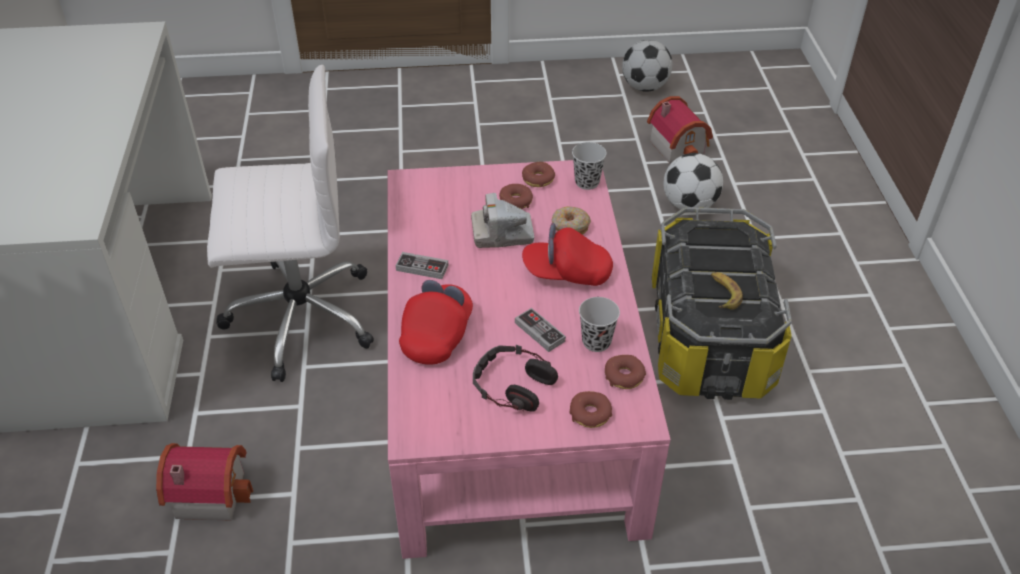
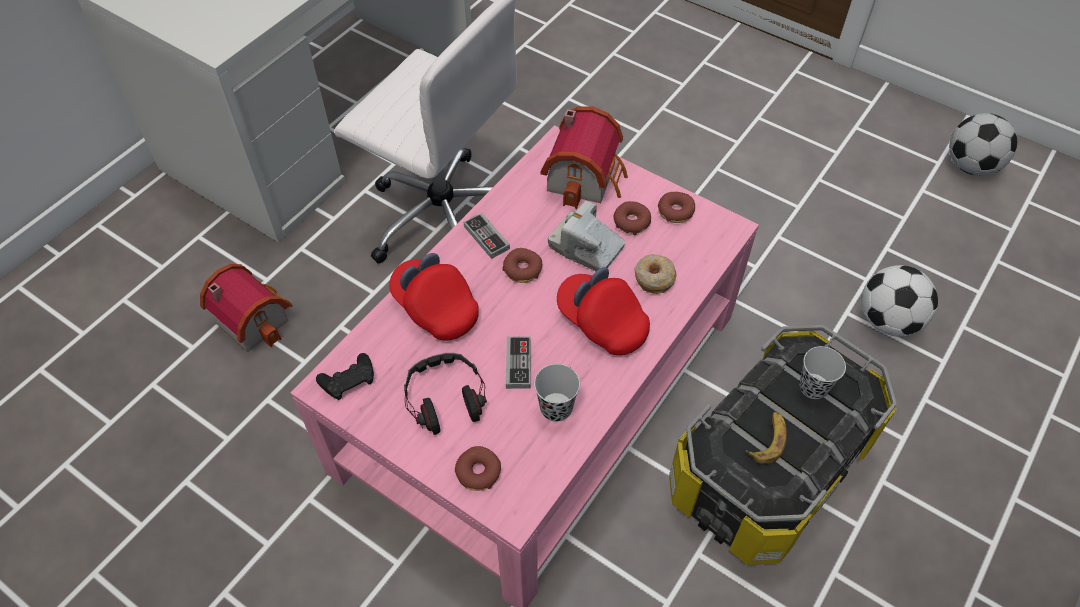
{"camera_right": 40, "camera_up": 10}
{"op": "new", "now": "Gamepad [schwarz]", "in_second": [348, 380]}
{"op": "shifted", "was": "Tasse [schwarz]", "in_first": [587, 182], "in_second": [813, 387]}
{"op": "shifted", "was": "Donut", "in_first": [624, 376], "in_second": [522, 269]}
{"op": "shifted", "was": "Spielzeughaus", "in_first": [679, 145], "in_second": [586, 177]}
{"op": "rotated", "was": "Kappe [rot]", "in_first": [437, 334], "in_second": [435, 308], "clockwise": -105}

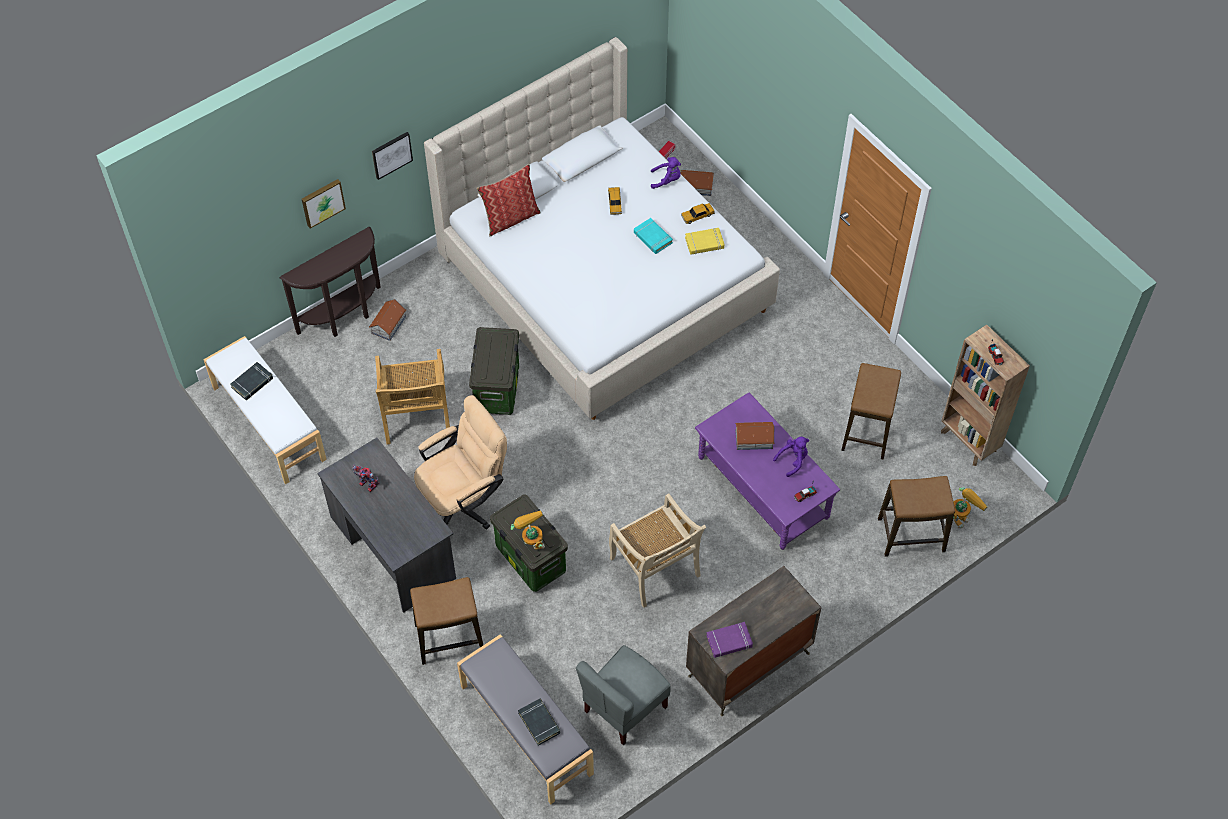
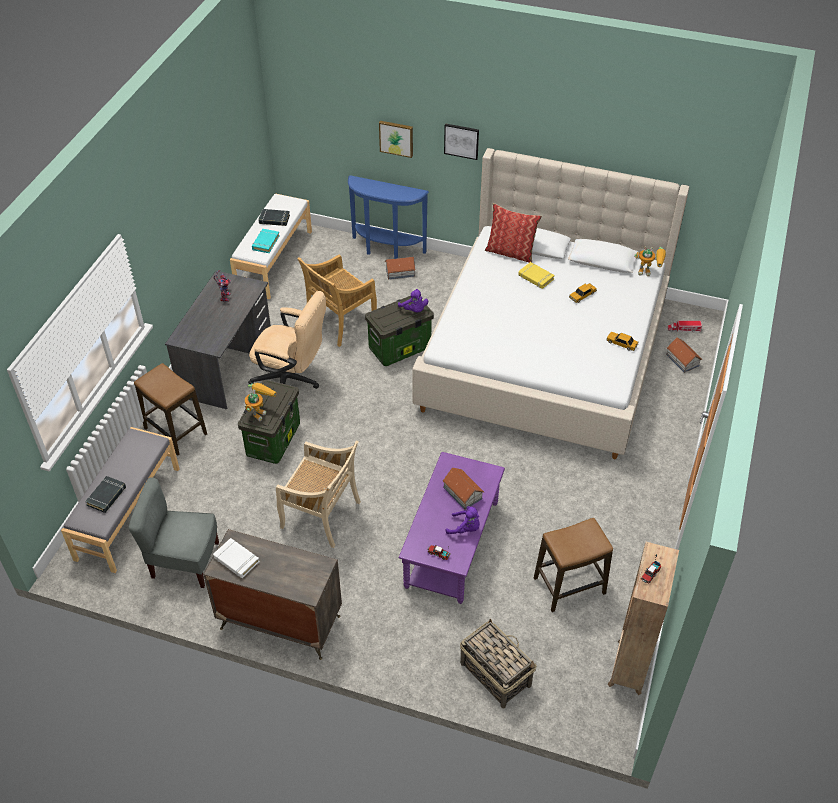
{"camera_right": 55, "camera_up": -10}
{"op": "shifted", "was": "Buch [türkis]", "in_first": [652, 238], "in_second": [265, 243]}
{"op": "shifted", "was": "Plüschtier [lila]", "in_first": [667, 180], "in_second": [414, 310]}
{"op": "shifted", "was": "Buch [gelb]", "in_first": [704, 243], "in_second": [535, 277]}
{"op": "shifted", "was": "Spielzeugroboter", "in_first": [962, 516], "in_second": [649, 272]}
{"op": "swapped", "was": "Hocker", "now": "Korb", "in_first": [911, 535], "in_second": [495, 673]}
{"op": "repainted", "was": "Konsolentisch [braun]", "now": "Konsolentisch [blau]", "in_first": [344, 317], "in_second": [386, 250]}
{"op": "repainted", "was": "Buch [lila]", "now": "Buch [weiß]", "in_first": [729, 641], "in_second": [236, 560]}
{"op": "rotated", "was": "Stuhl [beige]", "in_first": [655, 569], "in_second": [322, 516], "clockwise": -90}

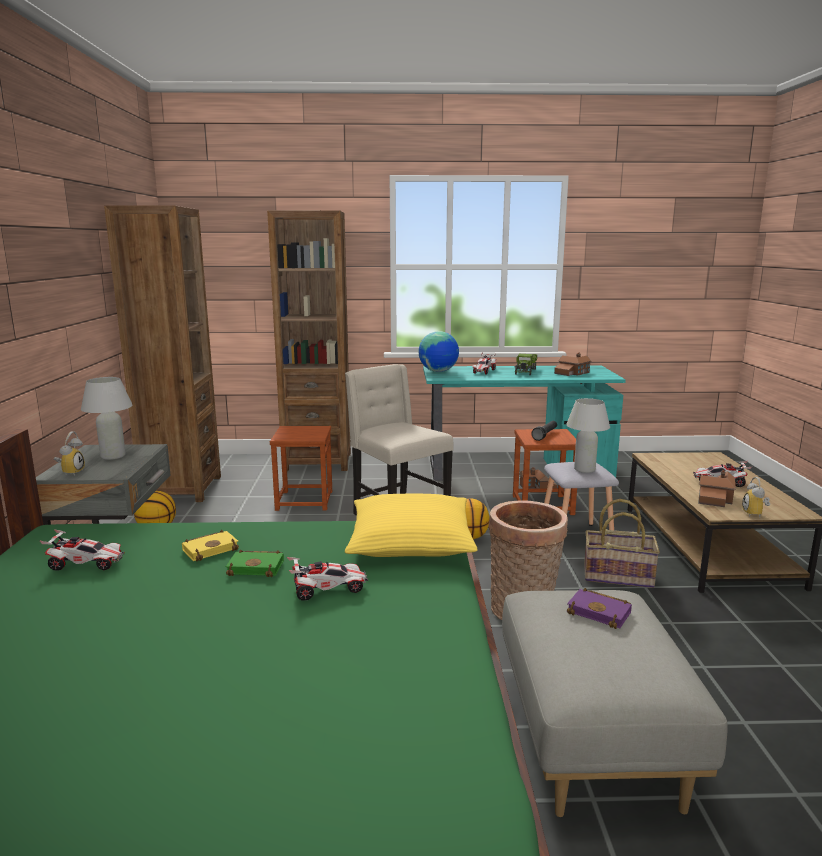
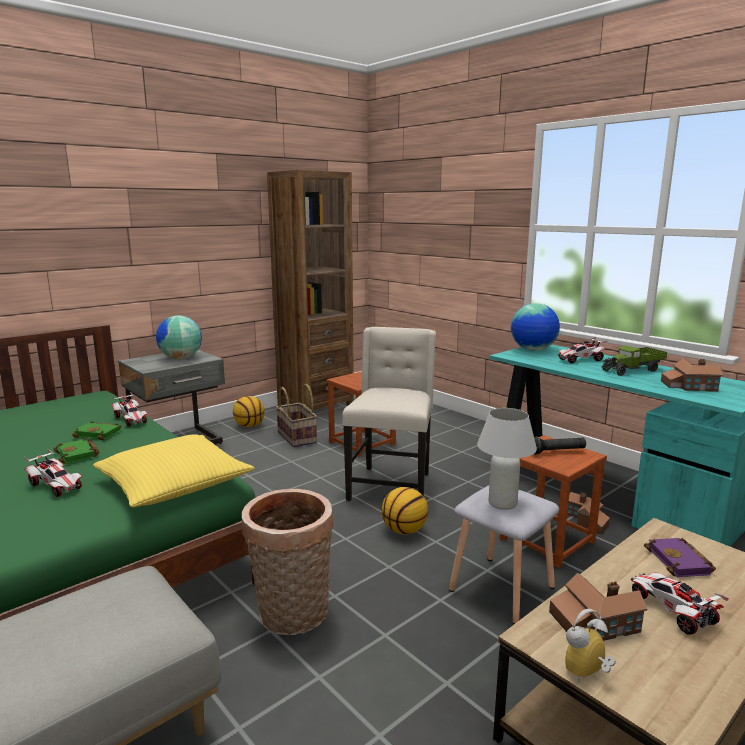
{"camera_right": 50, "camera_up": 0}
{"op": "gone", "was": "Wecker", "in_first": [71, 472]}
{"op": "gone", "was": "Bücherregal [braun]", "in_first": [317, 462]}
{"op": "shifted", "was": "Spielzeugauto", "in_first": [86, 564], "in_second": [131, 420]}
{"op": "shifted", "was": "Buch [lila]", "in_first": [601, 612], "in_second": [681, 562]}
{"op": "shifted", "was": "Korb", "in_first": [618, 575], "in_second": [297, 437]}
{"op": "swapped", "was": "Tischlampe [weiß]", "now": "Globus", "in_first": [113, 456], "in_second": [180, 358]}
{"op": "repainted", "was": "Buch [gelb]", "now": "Buch [grün]", "in_first": [211, 549], "in_second": [99, 434]}

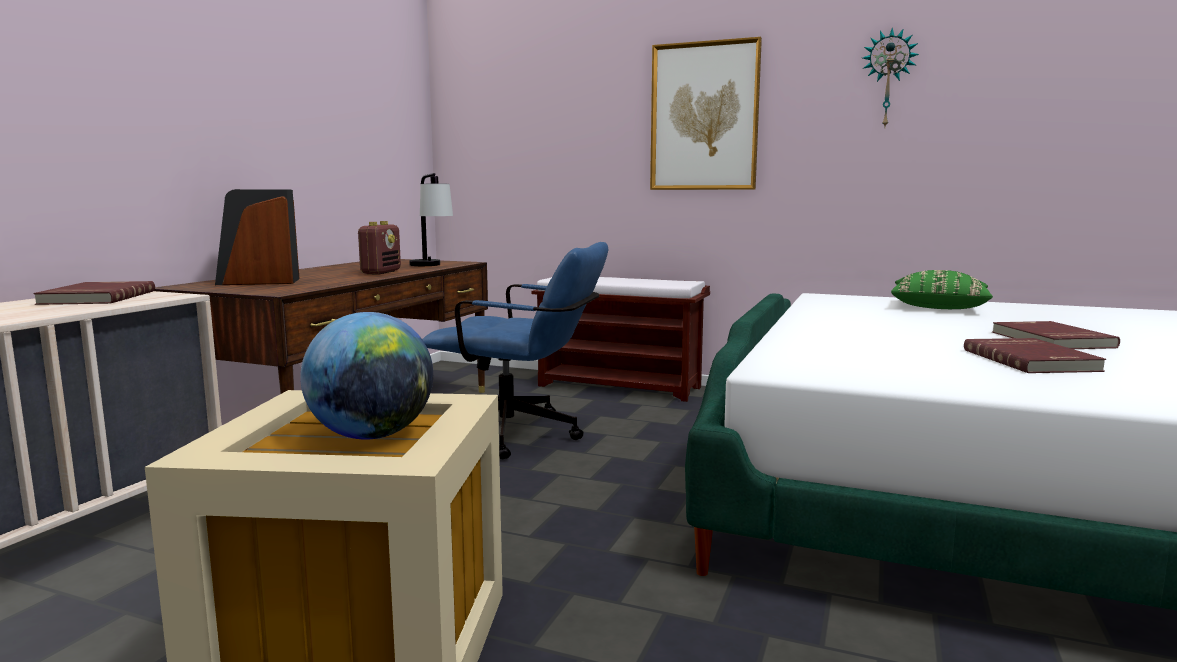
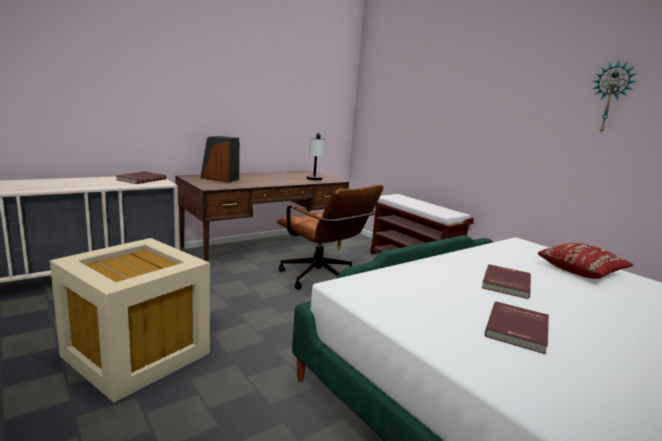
{"camera_right": 30, "camera_up": 5}
{"op": "gone", "was": "Globus", "in_first": [372, 436]}
{"op": "gone", "was": "Radio", "in_first": [381, 272]}
{"op": "gone", "was": "Bild", "in_first": [704, 117]}
{"op": "shifted", "was": "Buch [rot]", "in_first": [1049, 340], "in_second": [505, 283]}
{"op": "repainted", "was": "Bürostuhl [blau]", "now": "Bürostuhl [braun]", "in_first": [521, 436], "in_second": [322, 279]}
{"op": "repainted", "was": "Kissen [grün]", "now": "Kissen [rot]", "in_first": [938, 307], "in_second": [581, 271]}

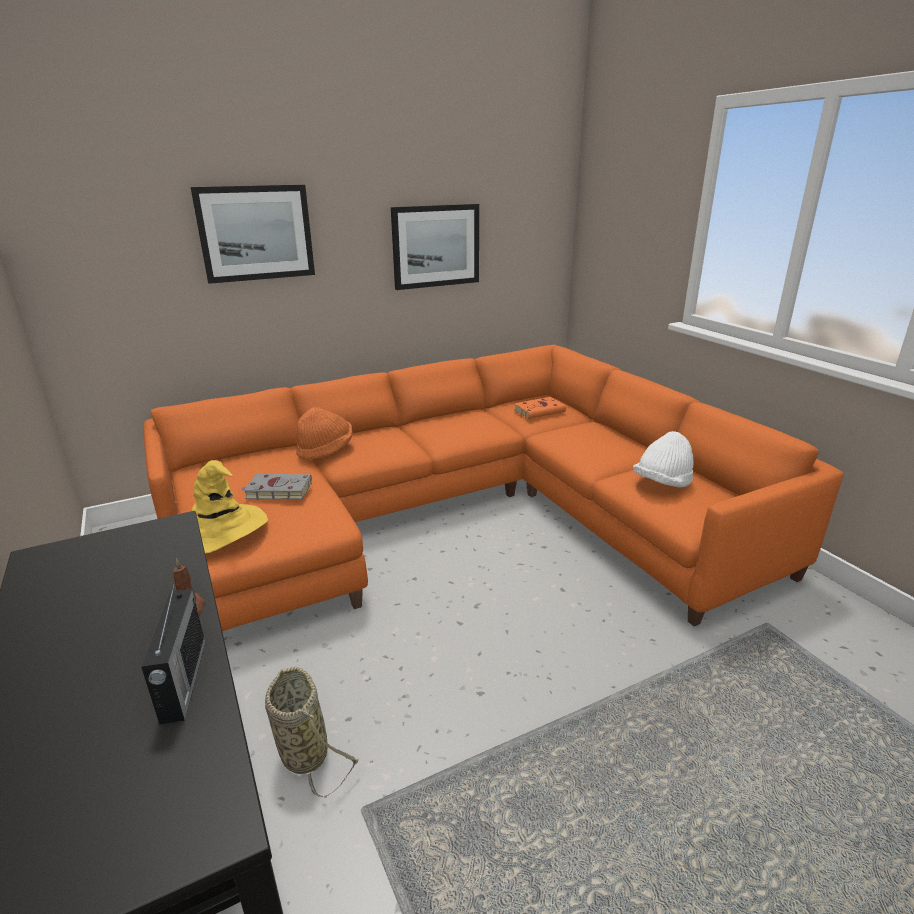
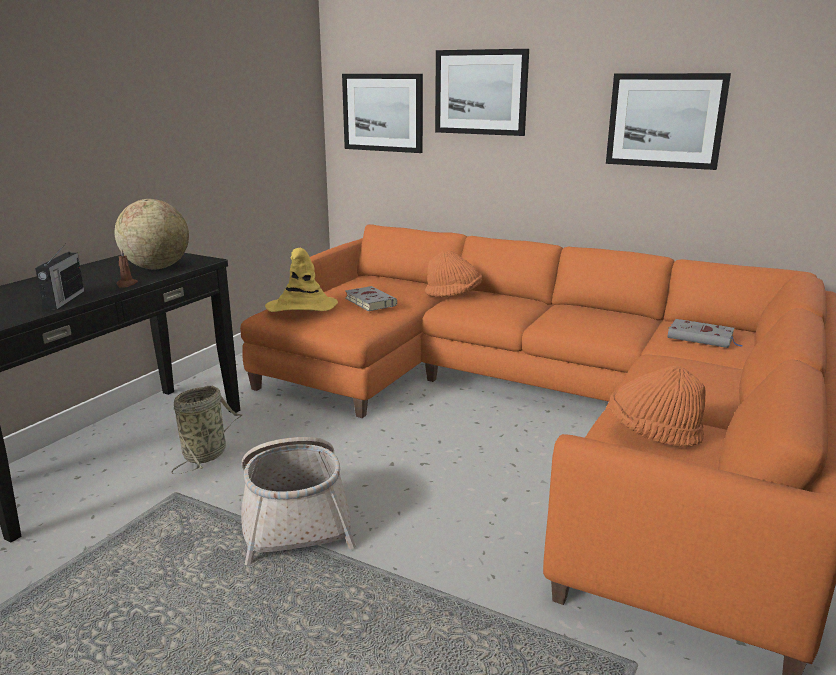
{"camera_right": 55, "camera_up": -5}
{"op": "new", "now": "Globus", "in_second": [156, 267]}
{"op": "new", "now": "Korb", "in_second": [295, 515]}
{"op": "new", "now": "Bild", "in_second": [383, 112]}
{"op": "repainted", "was": "Buch [orange]", "now": "Buch [grau]", "in_first": [540, 411], "in_second": [702, 338]}
{"op": "repainted", "was": "Hut [weiß]", "now": "Hut [orange]", "in_first": [662, 483], "in_second": [653, 433]}
{"op": "rotated", "was": "Radio", "in_first": [183, 681], "in_second": [63, 300], "clockwise": -45}

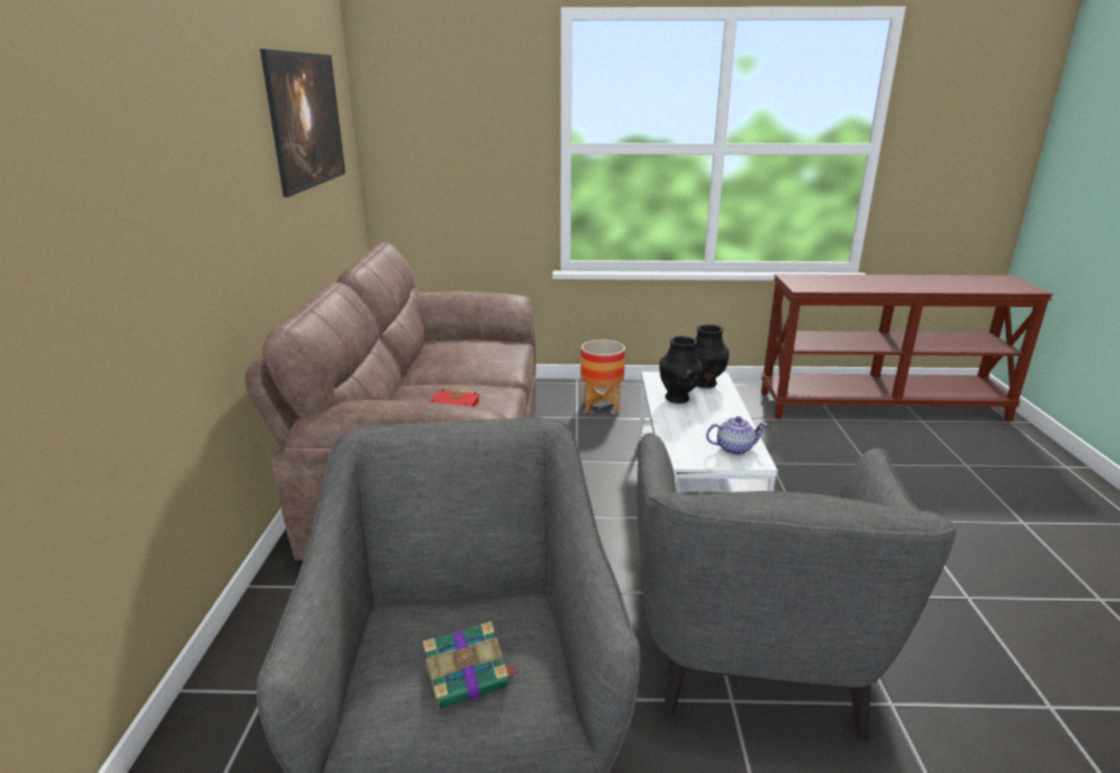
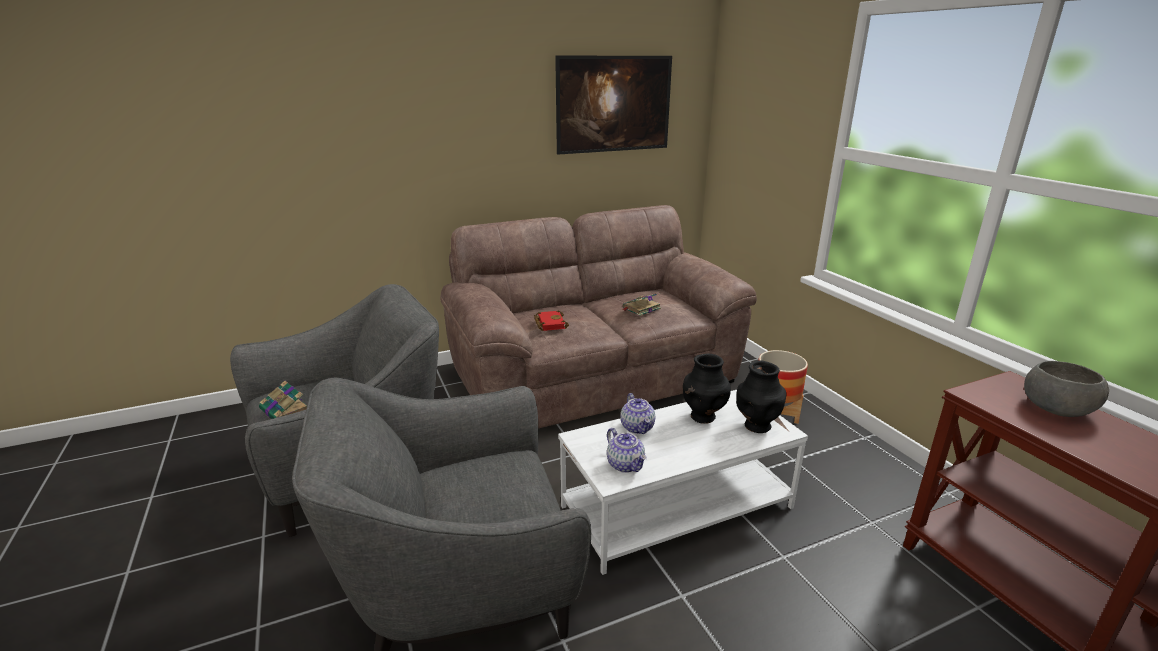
{"camera_right": 65, "camera_up": 0}
{"op": "new", "now": "Teekanne", "in_second": [638, 427]}
{"op": "new", "now": "Buch", "in_second": [641, 308]}
{"op": "new", "now": "Schüssel [grau]", "in_second": [1056, 408]}

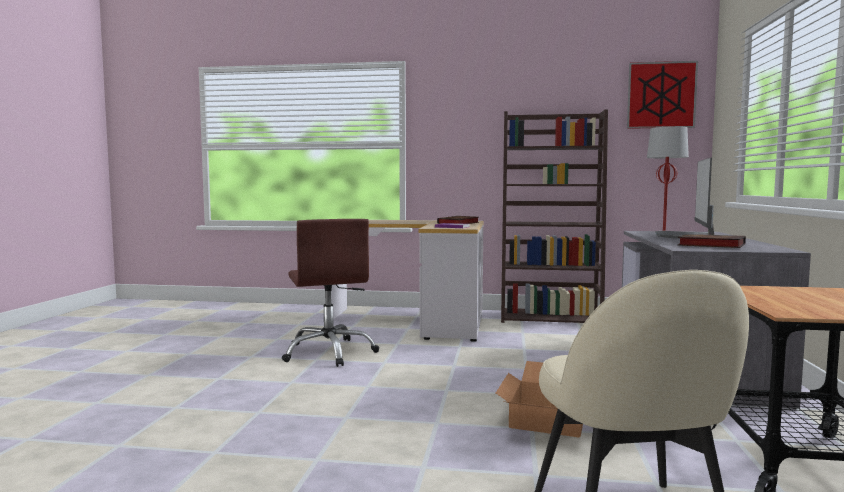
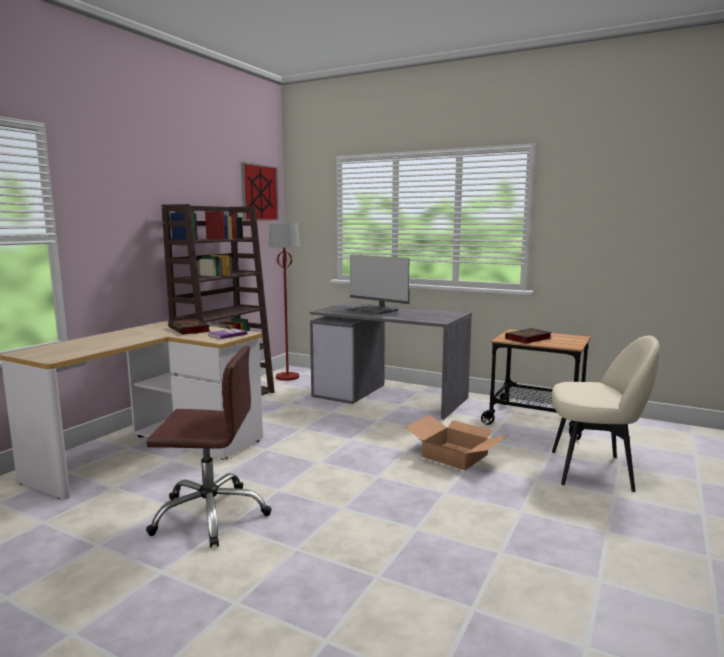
{"camera_right": -70, "camera_up": 5}
{"op": "shifted", "was": "Buch", "in_first": [709, 245], "in_second": [528, 339]}

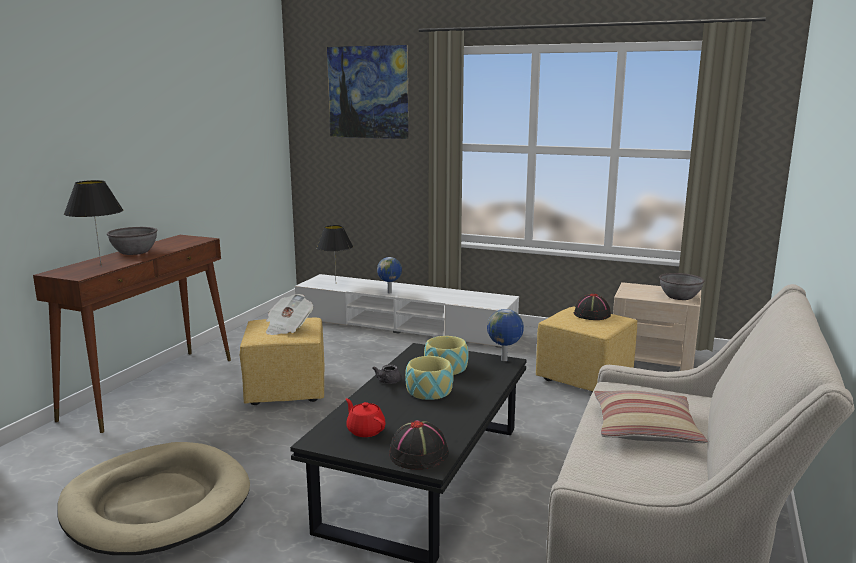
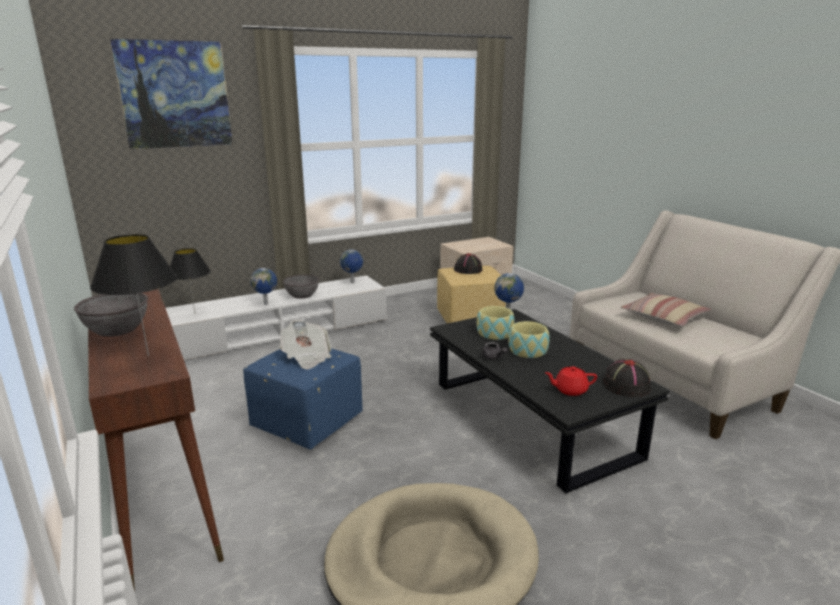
{"camera_right": -50, "camera_up": 5}
{"op": "new", "now": "Globus", "in_second": [352, 282]}
{"op": "shifted", "was": "Schüssel [grau]", "in_first": [679, 297], "in_second": [302, 295]}
{"op": "repainted", "was": "Polsterhocker [gelb]", "now": "Polsterhocker [blau]", "in_first": [285, 390], "in_second": [306, 424]}

